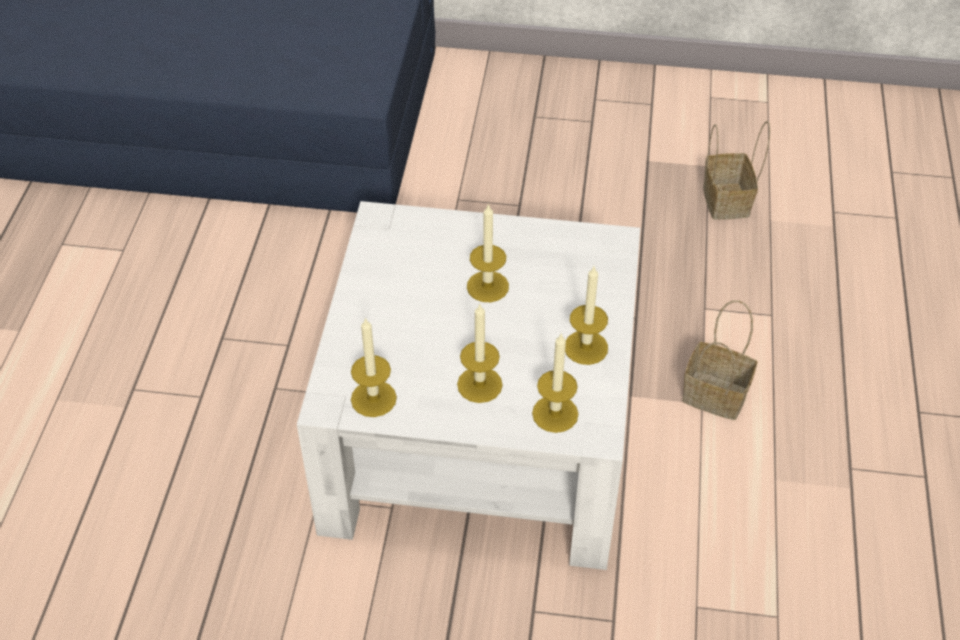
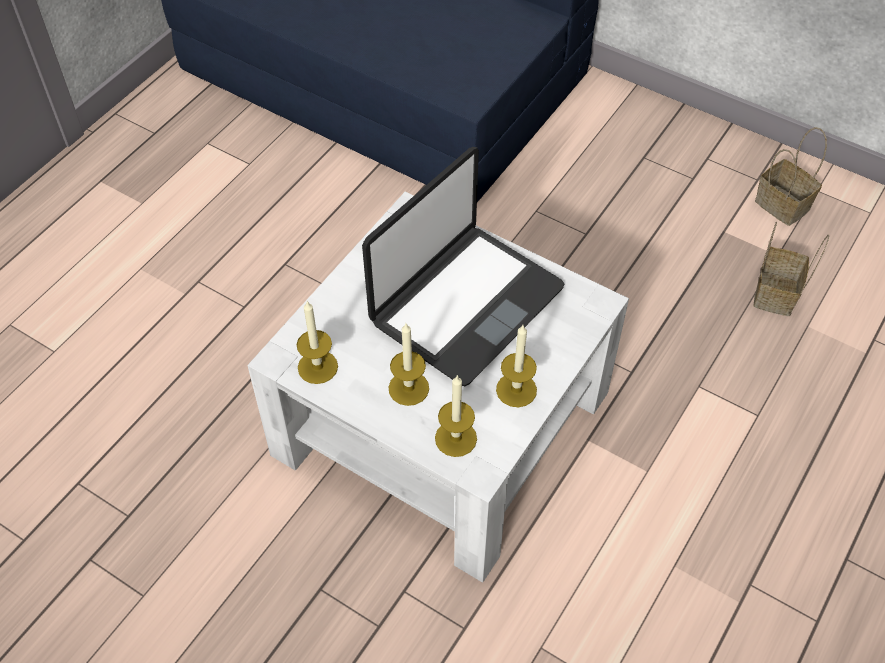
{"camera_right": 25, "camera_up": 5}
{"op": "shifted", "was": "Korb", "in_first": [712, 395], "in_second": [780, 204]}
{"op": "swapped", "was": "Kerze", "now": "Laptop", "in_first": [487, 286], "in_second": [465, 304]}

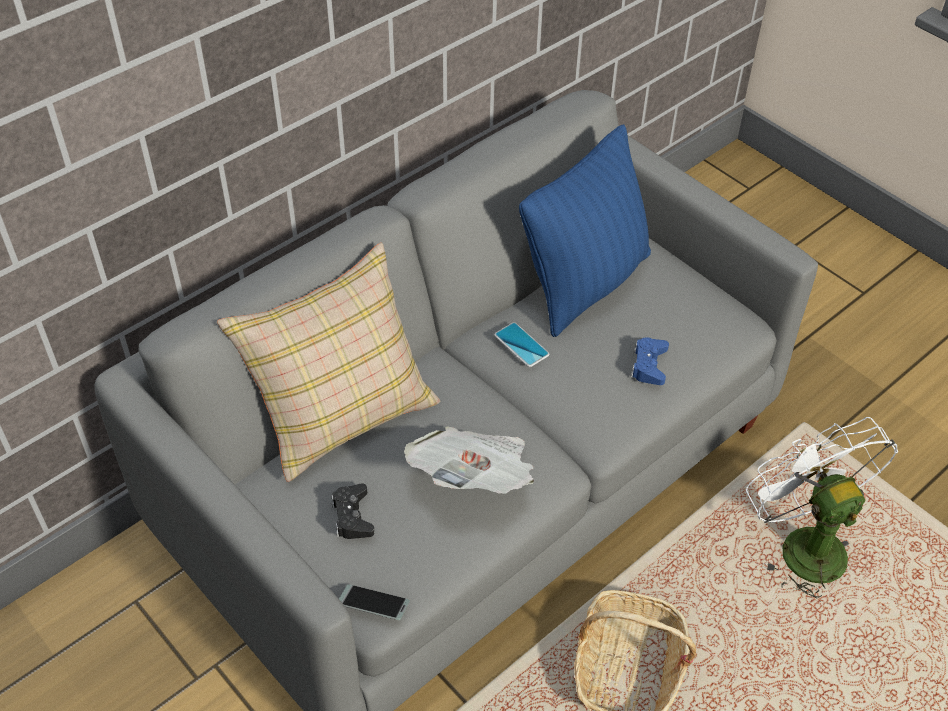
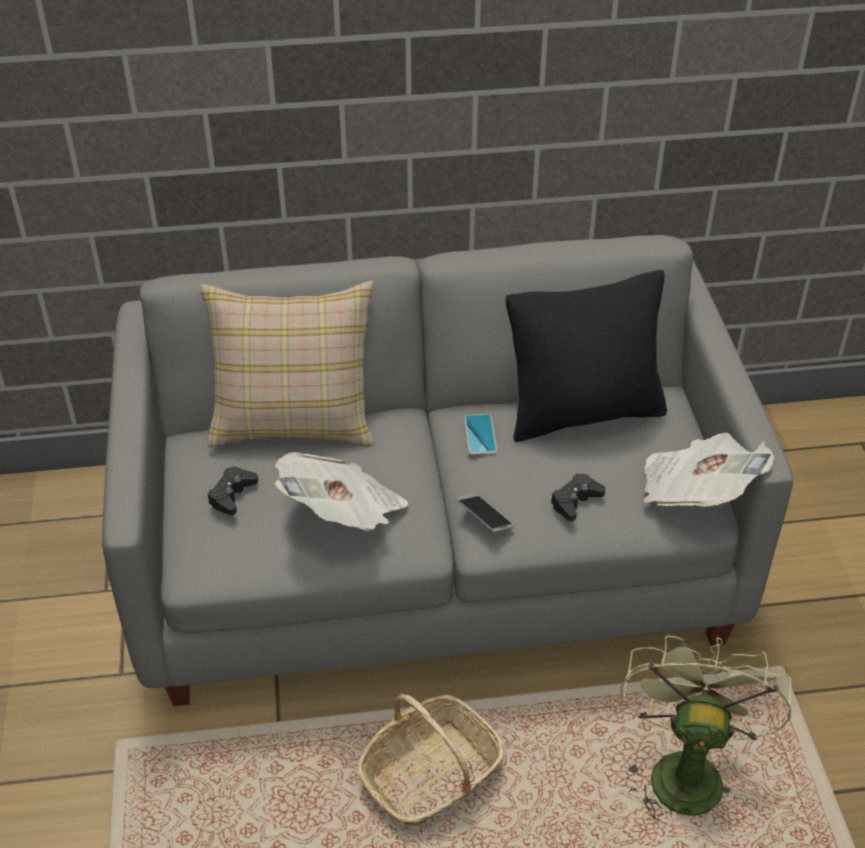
{"camera_right": 35, "camera_up": -5}
{"op": "new", "now": "Zeitung", "in_second": [697, 491]}
{"op": "shifted", "was": "Handy", "in_first": [373, 606], "in_second": [484, 517]}
{"op": "repainted", "was": "Kissen [blau]", "now": "Kissen [schwarz]", "in_first": [585, 284], "in_second": [583, 413]}
{"op": "repainted", "was": "Gamepad [blau]", "now": "Gamepad [schwarz]", "in_first": [649, 365], "in_second": [575, 501]}
{"op": "repainted", "was": "Ventilator [weiß]", "now": "Ventilator [grün]", "in_first": [802, 544], "in_second": [684, 768]}

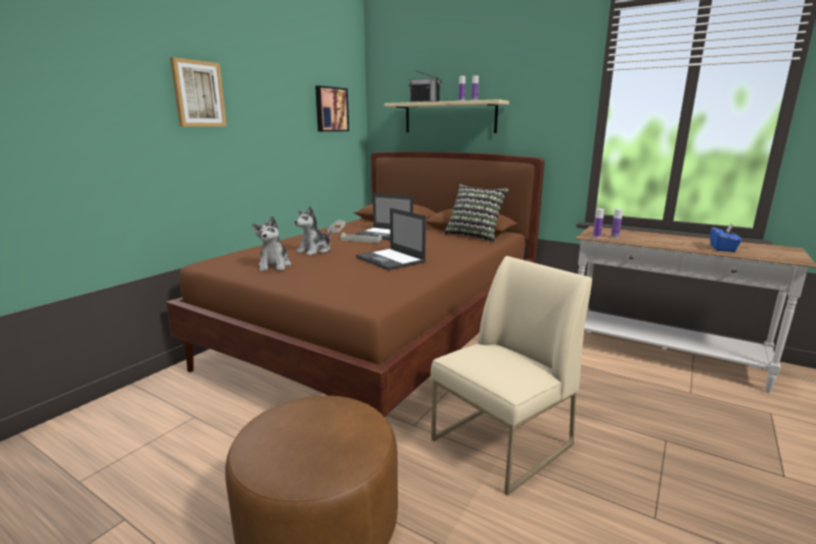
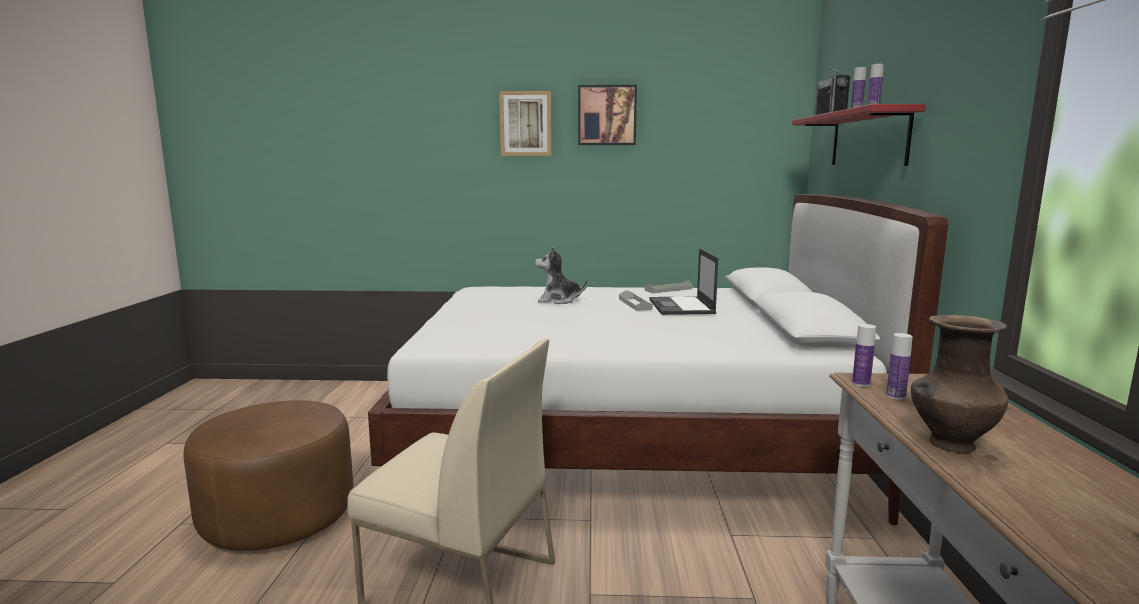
{"camera_right": 60, "camera_up": -5}
{"op": "gone", "was": "Plüschtier", "in_first": [274, 266]}
{"op": "gone", "was": "Laptop", "in_first": [391, 259]}
{"op": "gone", "was": "Kissen", "in_first": [474, 236]}
{"op": "gone", "was": "Taschentuchbox [blau]", "in_first": [722, 248]}
{"op": "new", "now": "Vase [braun]", "in_second": [950, 444]}
{"op": "shifted", "was": "Bild", "in_first": [331, 109], "in_second": [607, 115]}
{"op": "repainted", "was": "Bett [braun]", "now": "Bett [weiß]", "in_first": [380, 337], "in_second": [629, 442]}
{"op": "repainted", "was": "Wandregal [beige]", "now": "Wandregal [rot]", "in_first": [449, 117], "in_second": [868, 139]}

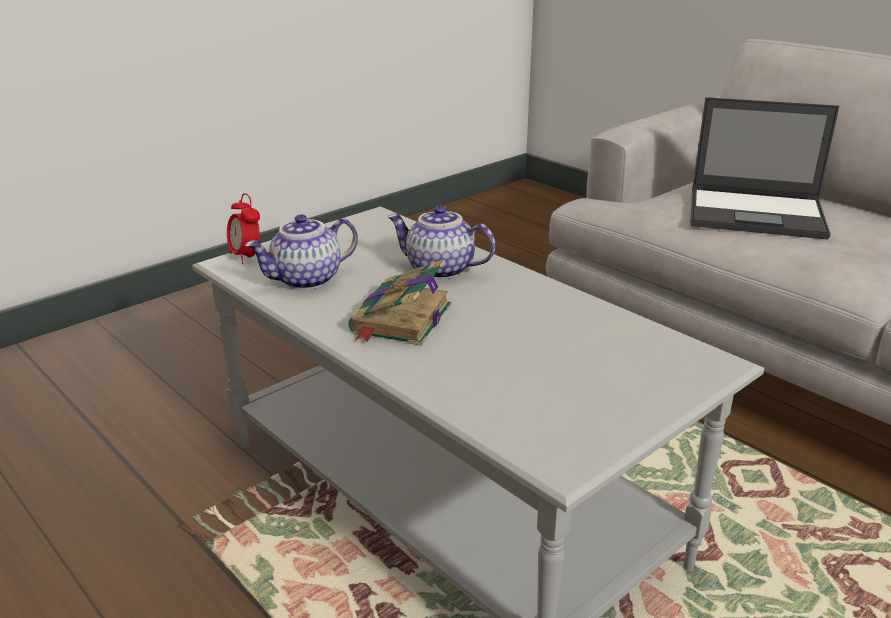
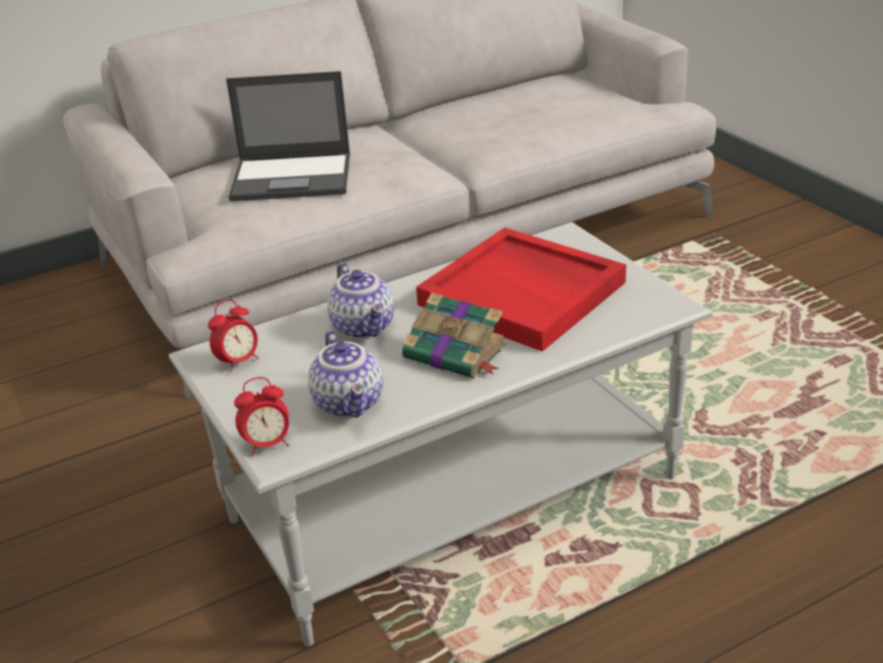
{"camera_right": -75, "camera_up": 5}
{"op": "new", "now": "Wecker", "in_second": [238, 362]}
{"op": "new", "now": "Tablett [rot]", "in_second": [524, 293]}
{"op": "rotated", "was": "Teekanne", "in_first": [439, 270], "in_second": [365, 327], "clockwise": -60}
{"op": "rotated", "was": "Laptop", "in_first": [757, 214], "in_second": [293, 177], "clockwise": 60}

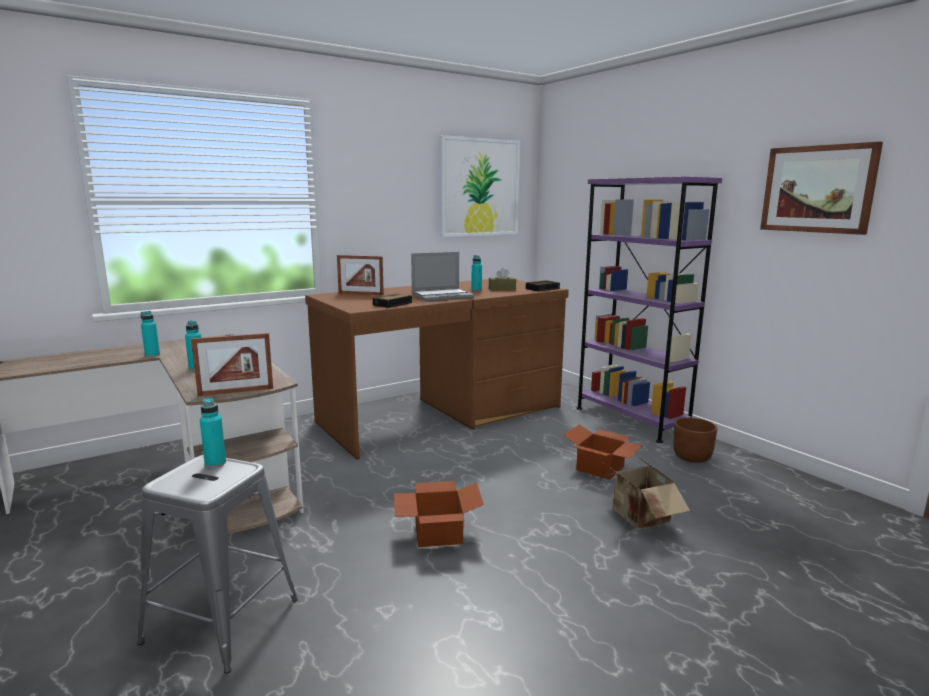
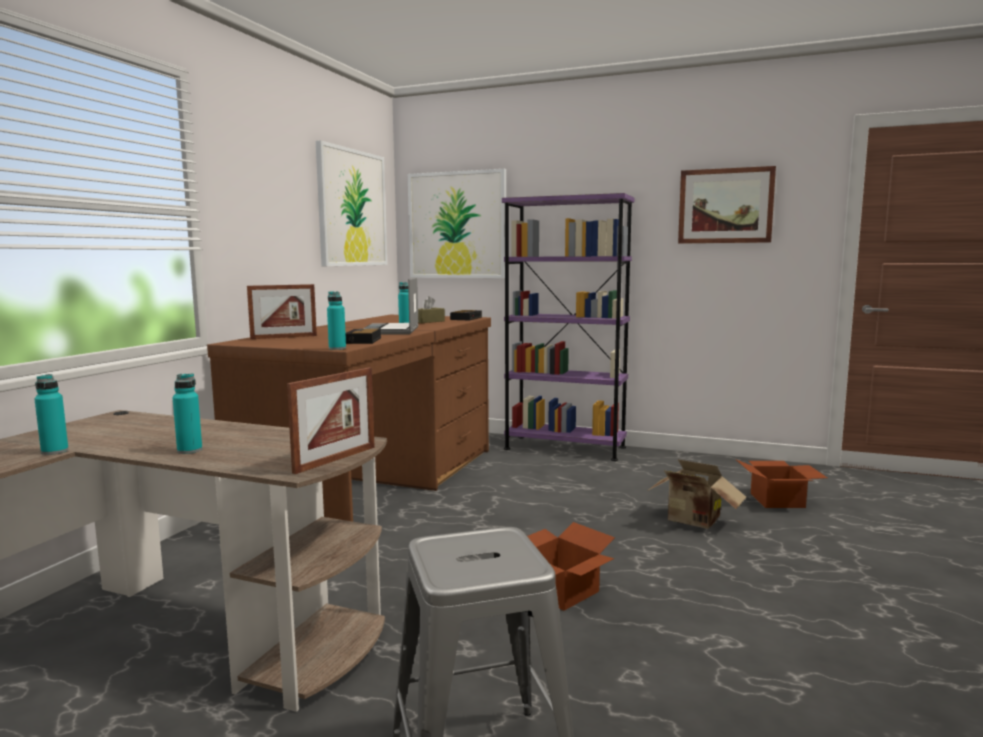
{"camera_right": -35, "camera_up": -5}
{"op": "gone", "was": "Pflanzkübel [braun]", "in_first": [692, 457]}
{"op": "new", "now": "Bild", "in_second": [457, 225]}
{"op": "shifted", "was": "Flasche [türkis]", "in_first": [215, 463], "in_second": [337, 348]}
{"op": "shifted", "was": "Karton", "in_first": [601, 469], "in_second": [779, 501]}
{"op": "rotated", "was": "Laptop", "in_first": [443, 296], "in_second": [392, 331], "clockwise": 150}

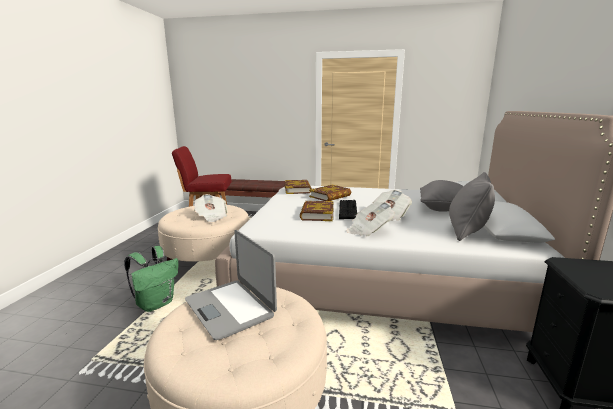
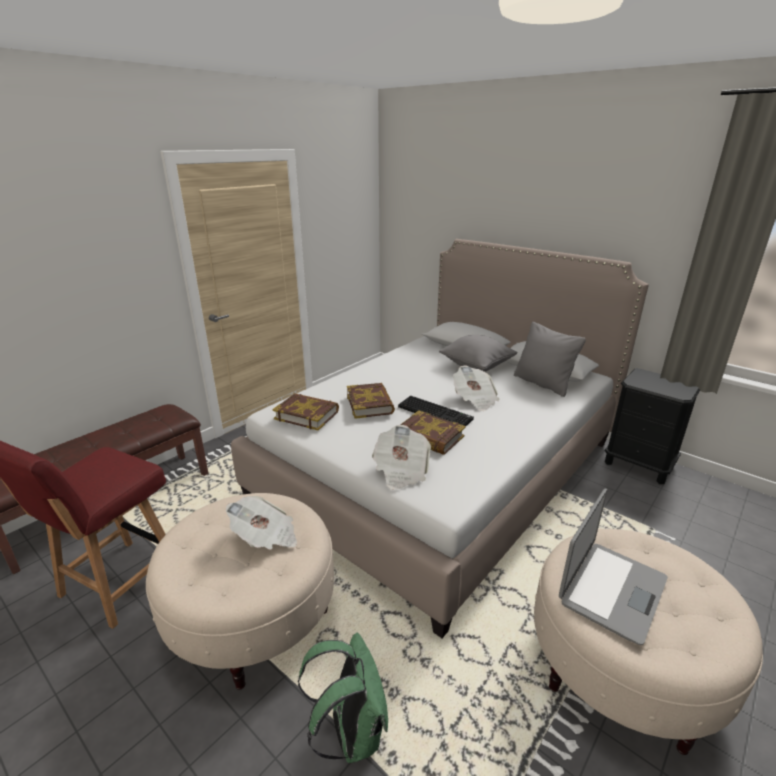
{"camera_right": -60, "camera_up": 10}
{"op": "shifted", "was": "Zeitung", "in_first": [369, 230], "in_second": [401, 471]}
{"op": "rotated", "was": "Laptop", "in_first": [230, 308], "in_second": [611, 590], "clockwise": -45}

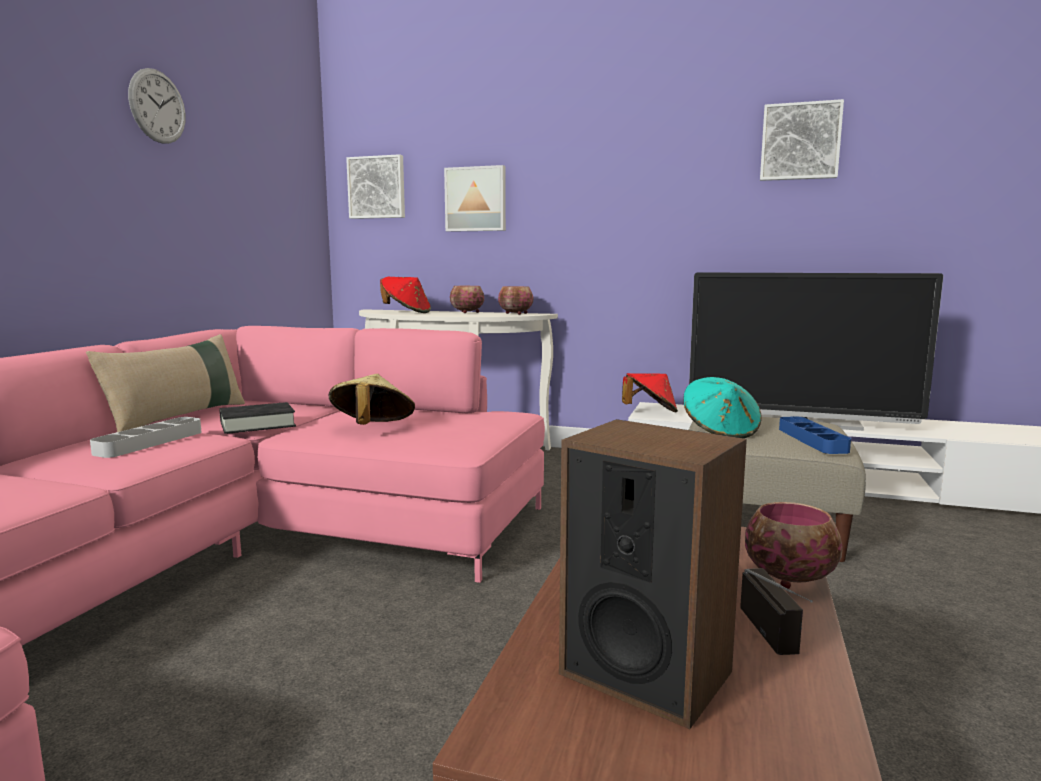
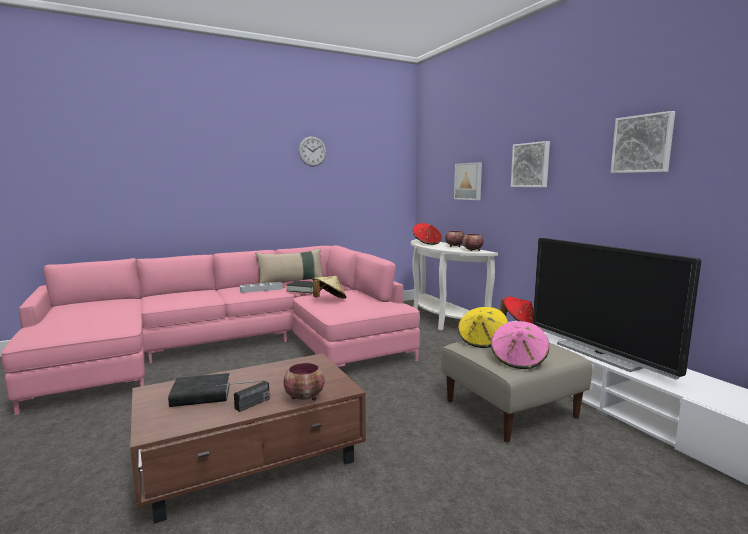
{"camera_right": 45, "camera_up": 0}
{"op": "shifted", "was": "Bild", "in_first": [377, 187], "in_second": [531, 165]}
{"op": "swapped", "was": "Lautsprecher", "now": "Buch [schwarz]", "in_first": [645, 672], "in_second": [201, 395]}
{"op": "swapped", "was": "Tablett [blau]", "now": "Hut [rosa]", "in_first": [812, 440], "in_second": [518, 360]}
{"op": "repainted", "was": "Hut [türkis]", "now": "Hut [gelb]", "in_first": [720, 431], "in_second": [482, 341]}

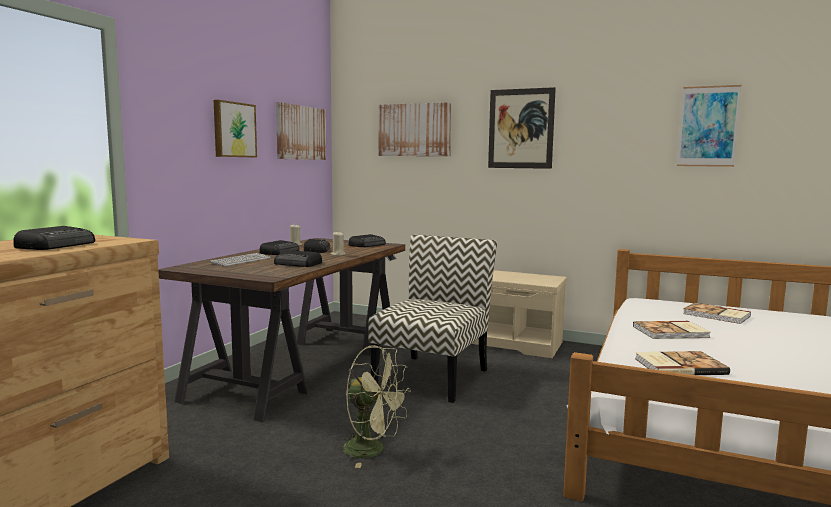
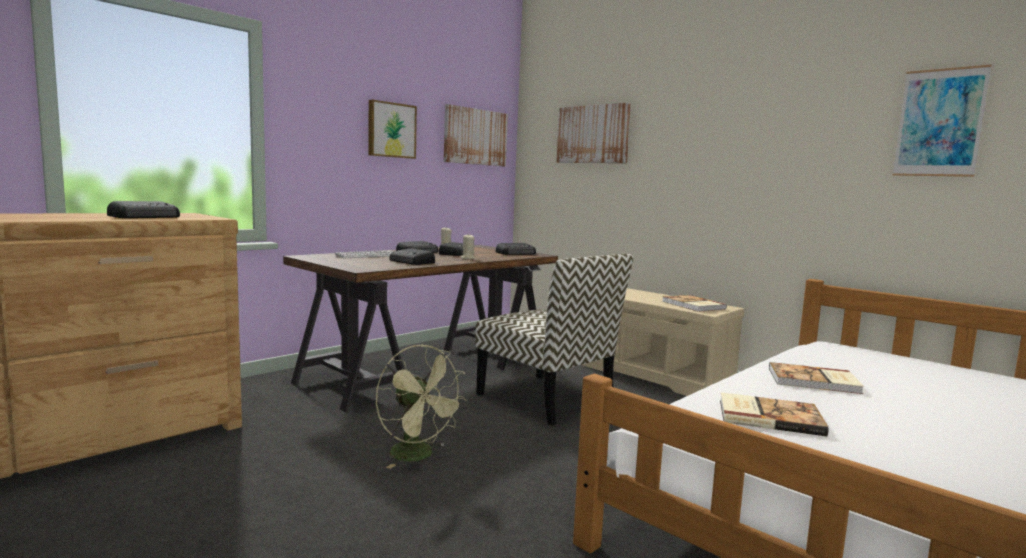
{"camera_right": 20, "camera_up": 0}
{"op": "gone", "was": "Bild", "in_first": [521, 128]}
{"op": "shifted", "was": "Buch", "in_first": [716, 315], "in_second": [692, 305]}
{"op": "rotated", "was": "Stuhl", "in_first": [432, 377], "in_second": [547, 399], "clockwise": 90}

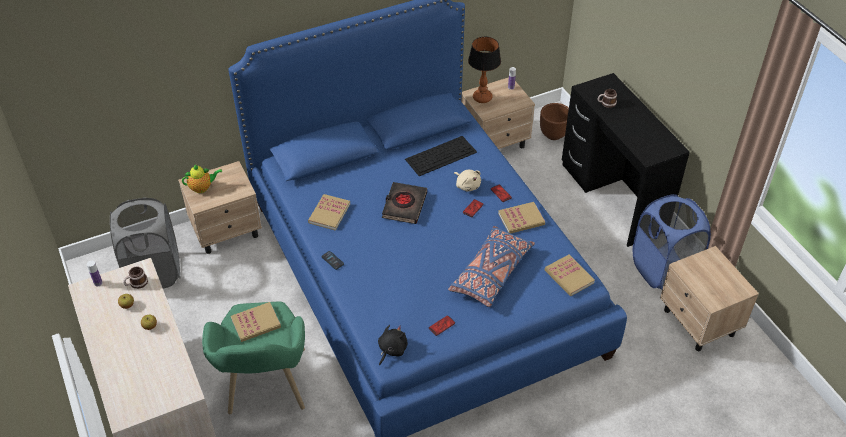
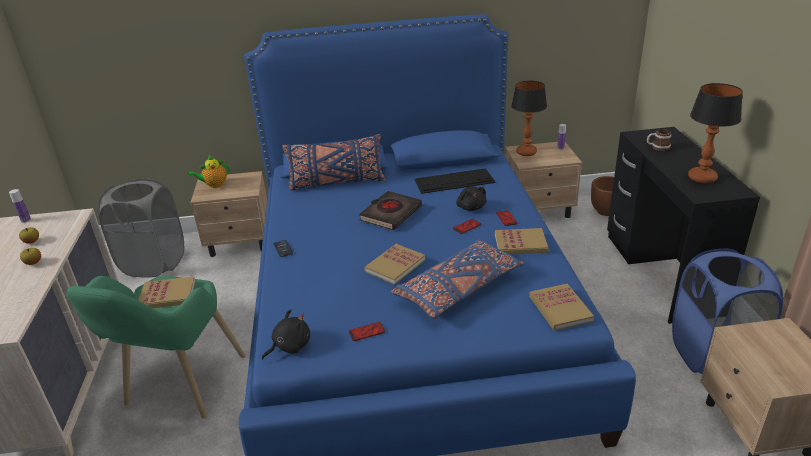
{"camera_right": 20, "camera_up": -15}
{"op": "gone", "was": "Henkelbecher", "in_first": [136, 283]}
{"op": "new", "now": "Kissen [blau]", "in_second": [336, 182]}
{"op": "new", "now": "Tischlampe", "in_second": [702, 178]}
{"op": "shifted", "was": "Buch", "in_first": [329, 213], "in_second": [395, 265]}
{"op": "repainted", "was": "Plüschtier [beige]", "now": "Plüschtier [schwarz]", "in_first": [467, 185], "in_second": [471, 207]}
{"op": "rotated", "was": "Teekanne", "in_first": [202, 188], "in_second": [214, 185], "clockwise": 150}

